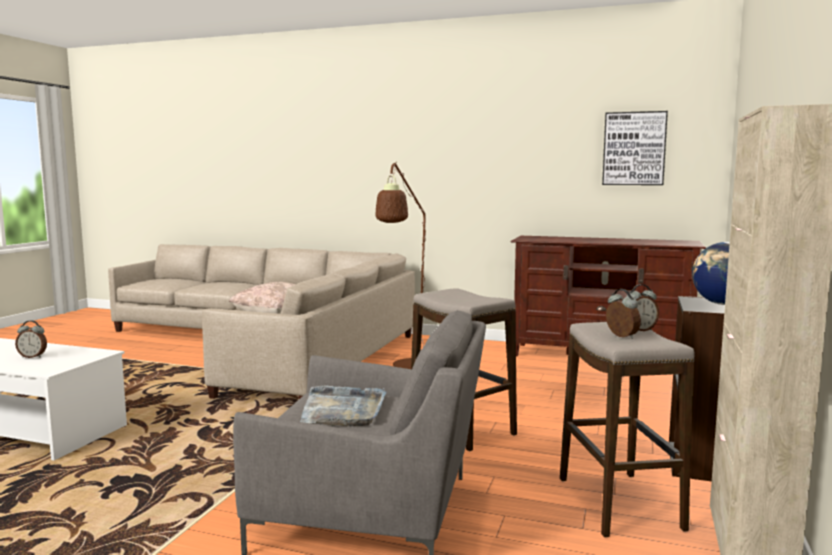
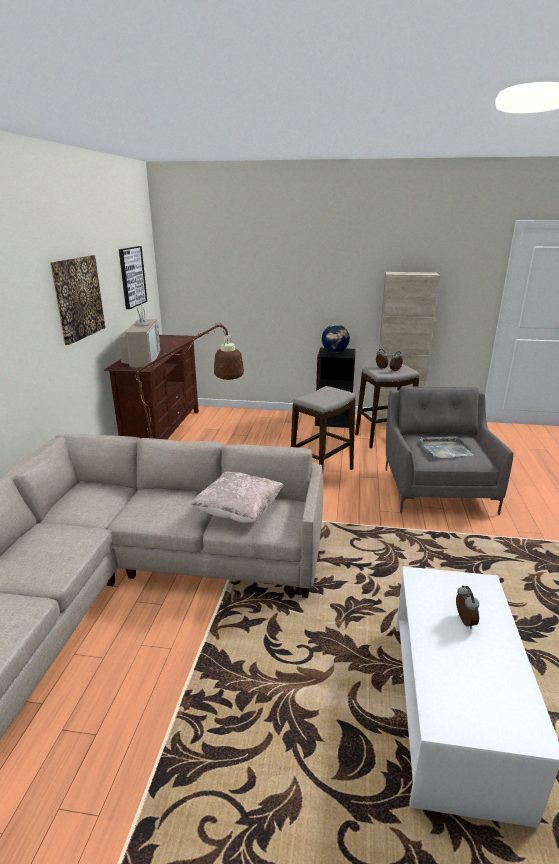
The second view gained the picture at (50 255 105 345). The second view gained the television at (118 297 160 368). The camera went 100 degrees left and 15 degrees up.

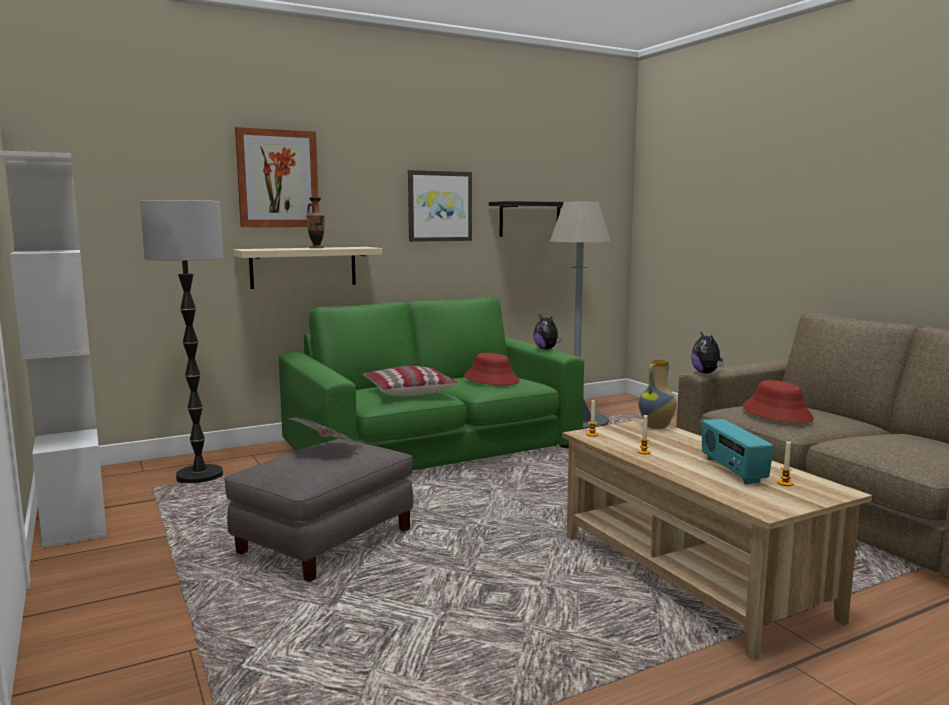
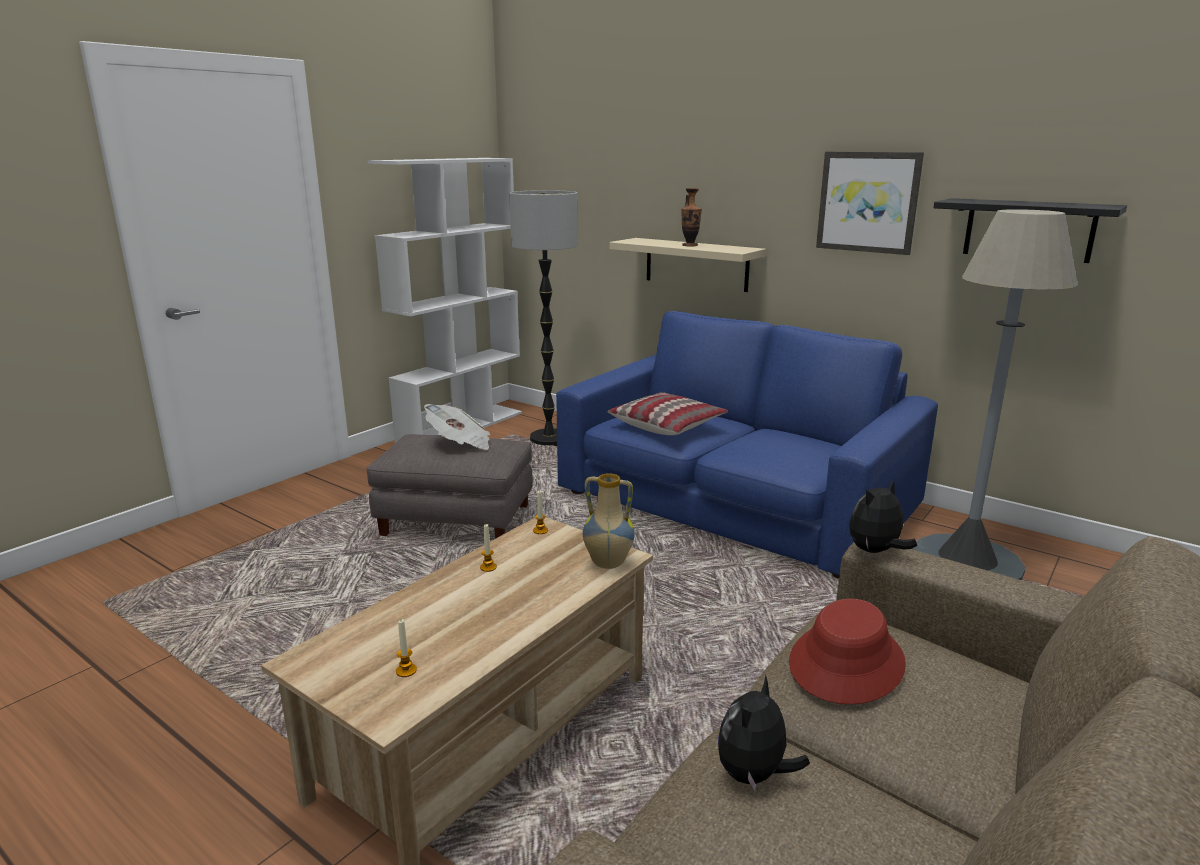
The second view lost the picture at (235 127 319 227). The second view lost the red hat at (464 353 520 385). The second view lost the radio at (702 419 774 484). The plush toy ended up elsewhere, having gone from (533 314 562 350) to (718 675 810 792). What was the green sofa at (279 297 584 470) turned into the blue sofa at (556 311 938 579). The camera went 65 degrees right and 10 degrees up.

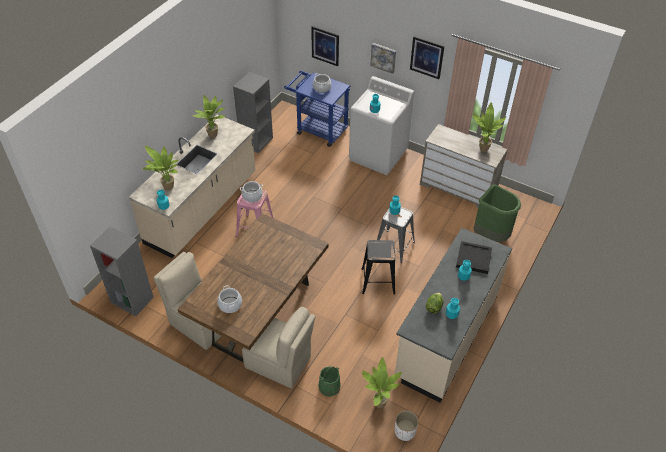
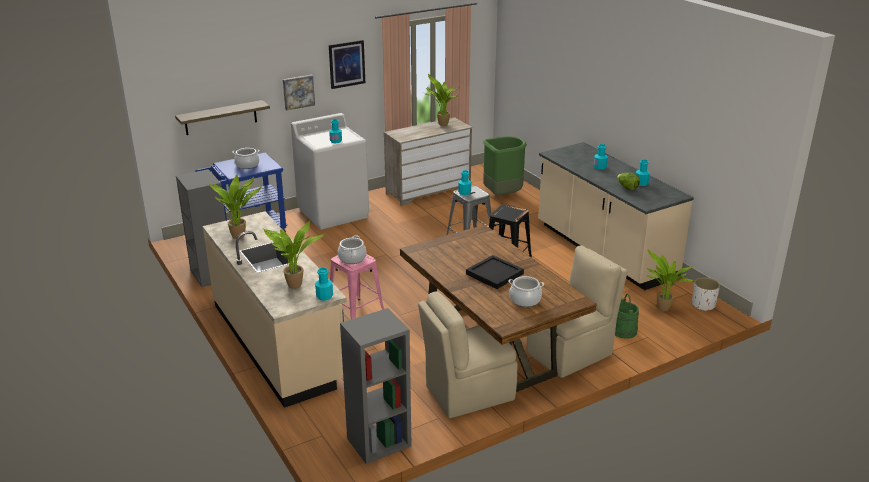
The black tray ended up elsewhere, having gone from (456 241 492 274) to (466 255 524 289). Where the picture hung at (311 26 339 66), the shelf came to hang at (175 100 270 135). The camera went 60 degrees left and 20 degrees down.

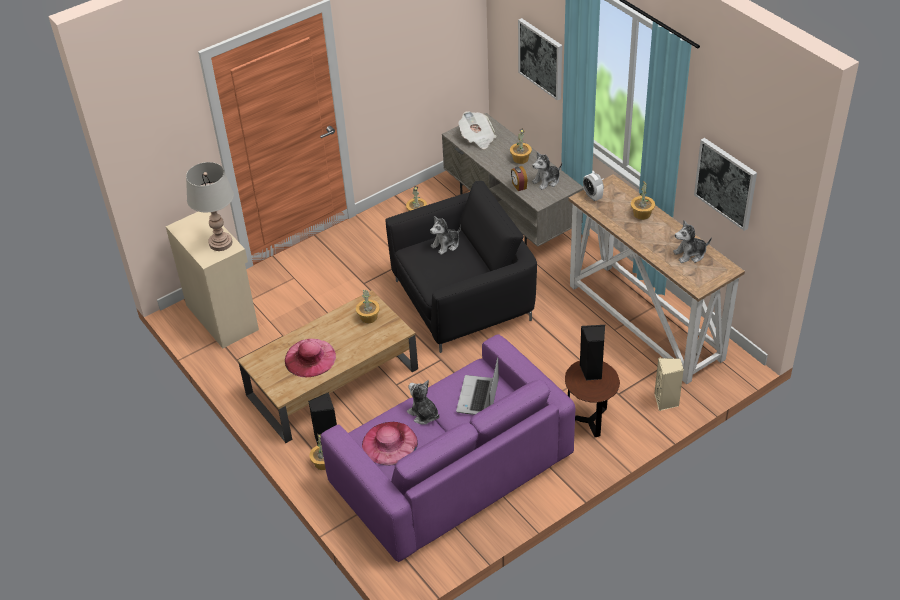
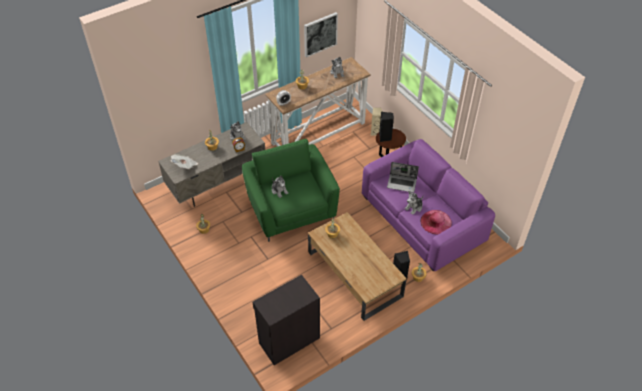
The second view lost the grey table lamp at (186 162 234 251). The second view lost the pink hat at (285 339 336 377). The second view lost the picture at (518 18 562 101). What was the beige cabinet at (166 212 259 348) turned into the black cabinet at (253 275 320 365). What was the black armchair at (386 181 537 353) turned into the green armchair at (242 139 340 242). The camera went 90 degrees left and 5 degrees up.

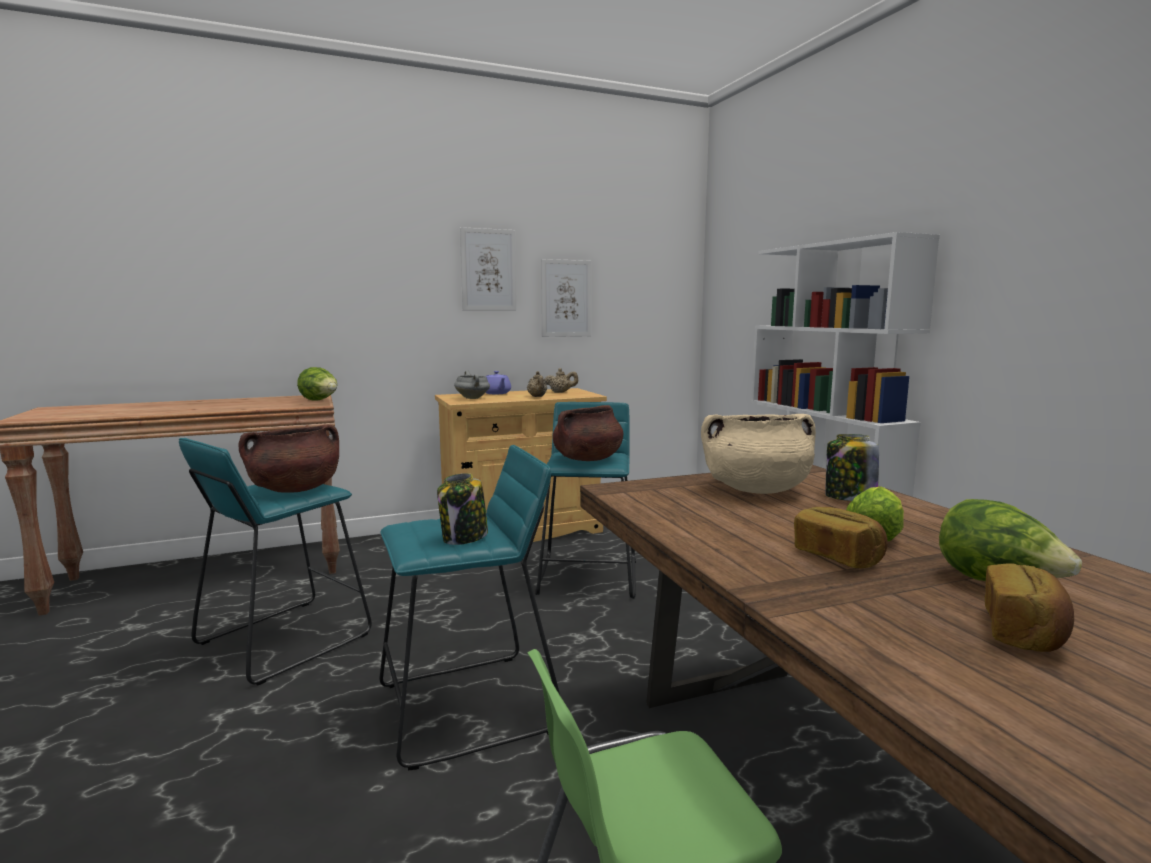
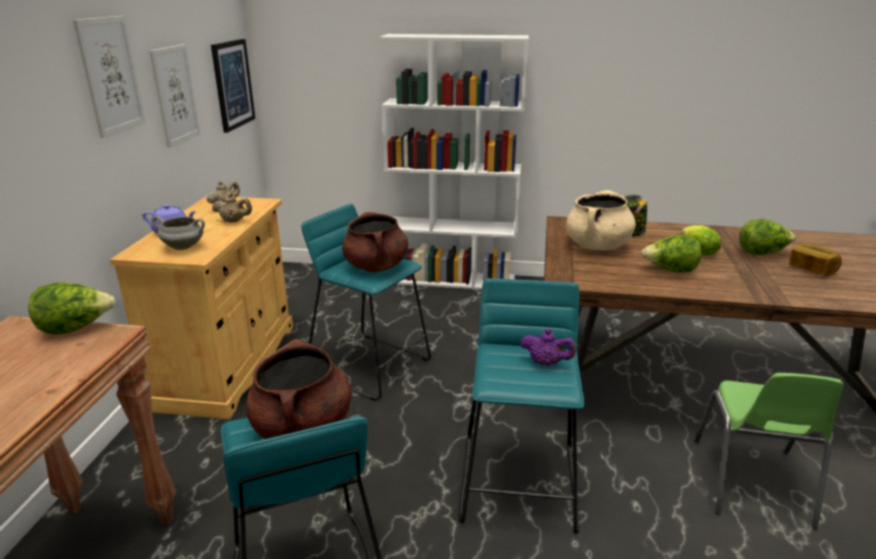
The second view lost the bread at (794 507 888 568). The second view gained the picture at (211 39 255 133). The second view gained the lettuce at (641 235 701 273). Where the jar stood at (437 473 488 545), the purple teapot came to stand at (520 328 576 366). The camera went 60 degrees left and 15 degrees up.

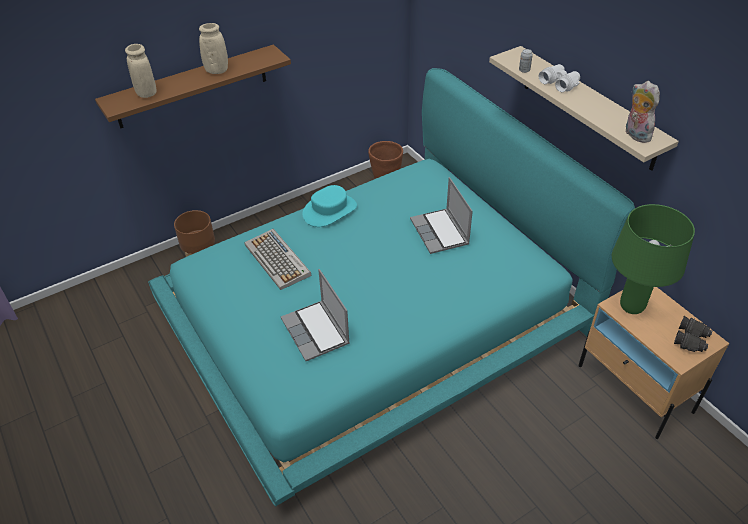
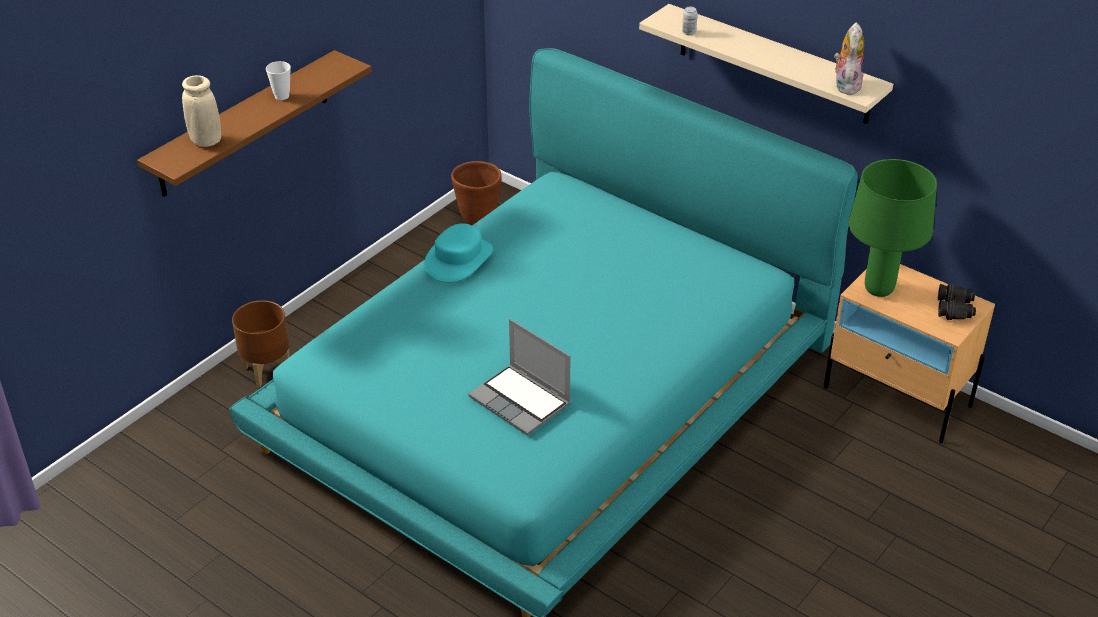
The second view lost the keyboard at (244 229 312 290). The second view lost the laptop at (410 177 473 254). The second view lost the white binoculars at (539 64 580 92). Where the beige vase stood at (199 23 228 74), the cup came to stand at (266 61 291 100). The plush toy at (626 81 660 143) ended up facing another way, 60 degrees clockwise from before. The camera went 20 degrees left and 5 degrees down.

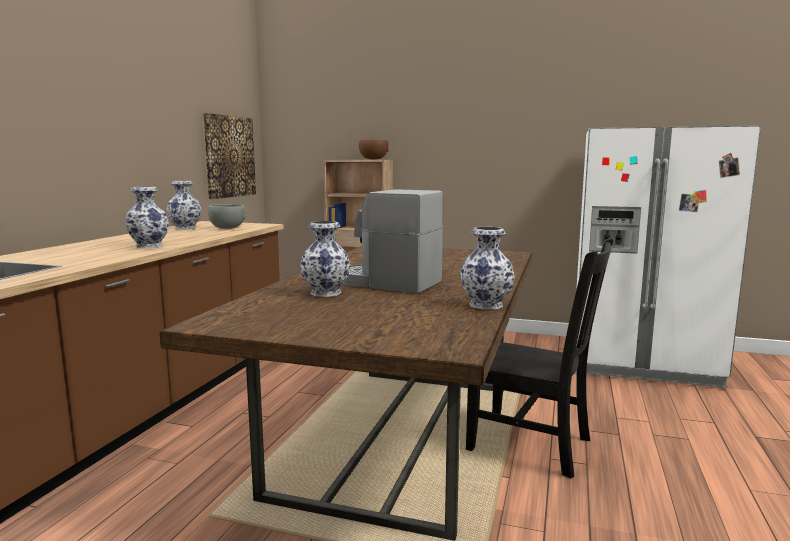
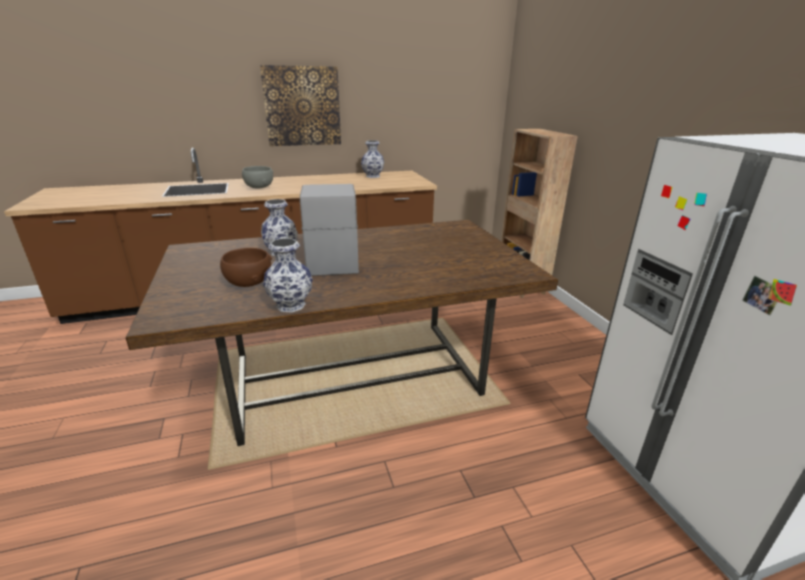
The second view lost the vase at (125 186 169 248). The second view lost the black chair at (466 238 613 479). The picture ended up elsewhere, having gone from (203 113 256 199) to (260 65 341 146). The grey bowl ended up elsewhere, having gone from (208 204 246 229) to (242 166 273 189). The brown bowl ended up elsewhere, having gone from (359 139 389 159) to (220 248 272 287). The camera went 55 degrees right and 15 degrees up.

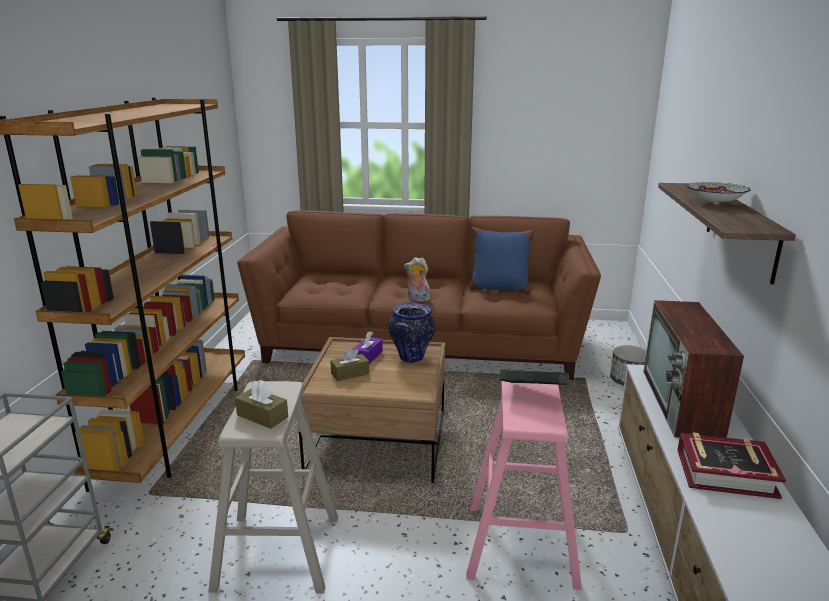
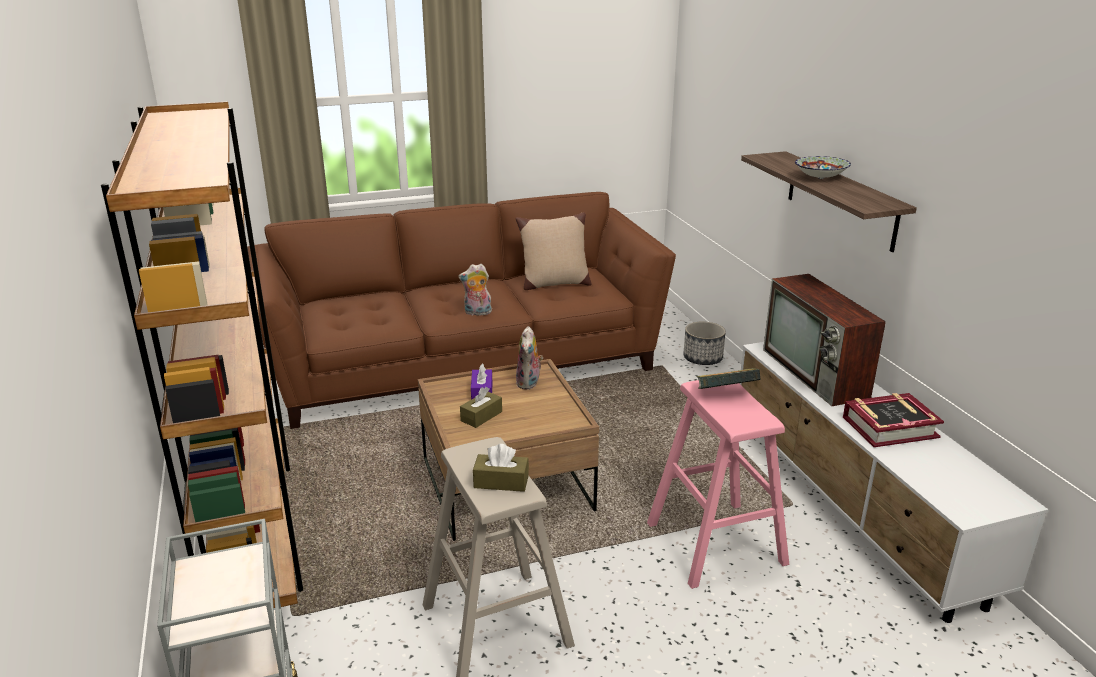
Where the vase stood at (389 302 435 363), the plush toy came to stand at (516 326 543 390). What was the blue pillow at (470 227 534 295) turned into the beige pillow at (516 212 591 290). The camera went 25 degrees left and 5 degrees up.

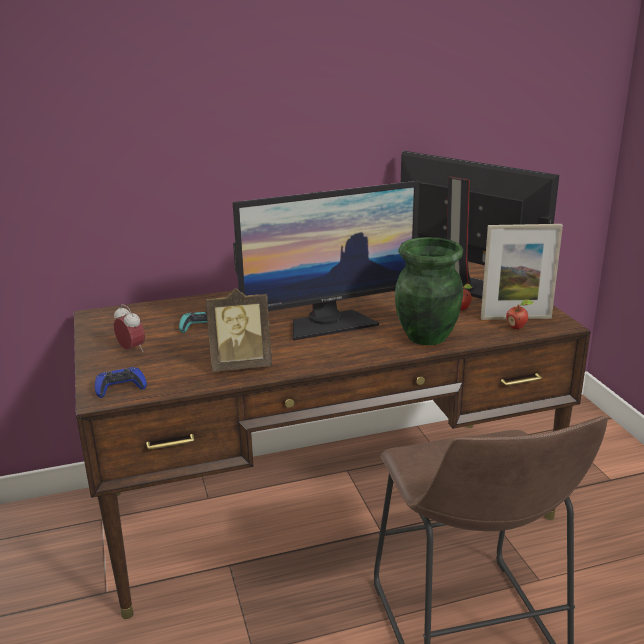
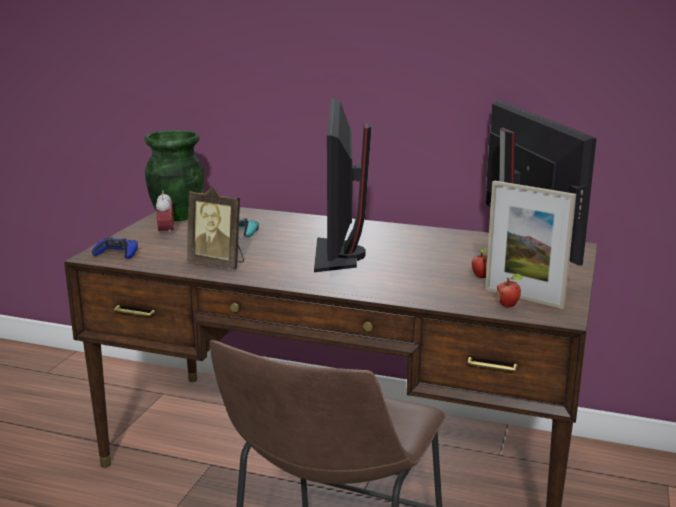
The green vase ended up elsewhere, having gone from (395 237 463 345) to (144 130 204 221). The monitor at (232 181 419 341) ended up facing another way, 75 degrees clockwise from before. The camera went 35 degrees right and 5 degrees down.

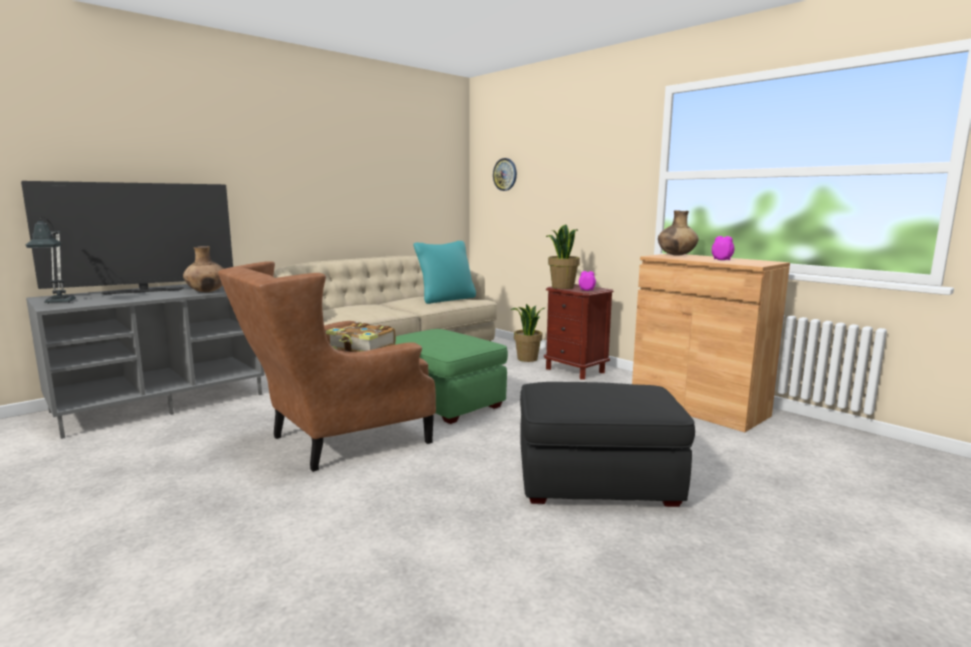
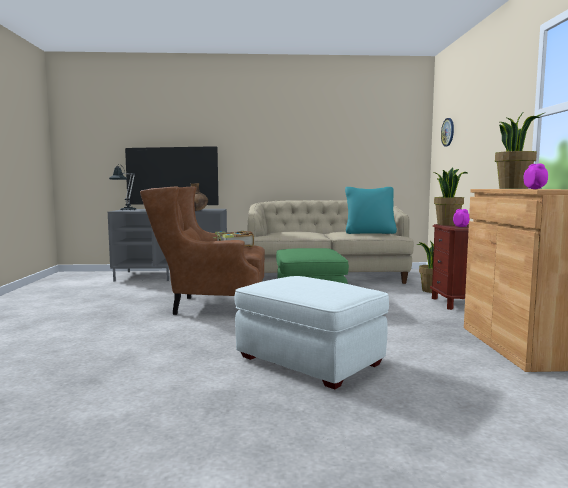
Where the brown vase stood at (658 210 699 256), the potted plant came to stand at (495 113 544 189). What was the black ottoman at (520 382 695 507) turned into the white ottoman at (234 276 389 389). The camera went 40 degrees right and 5 degrees down.

